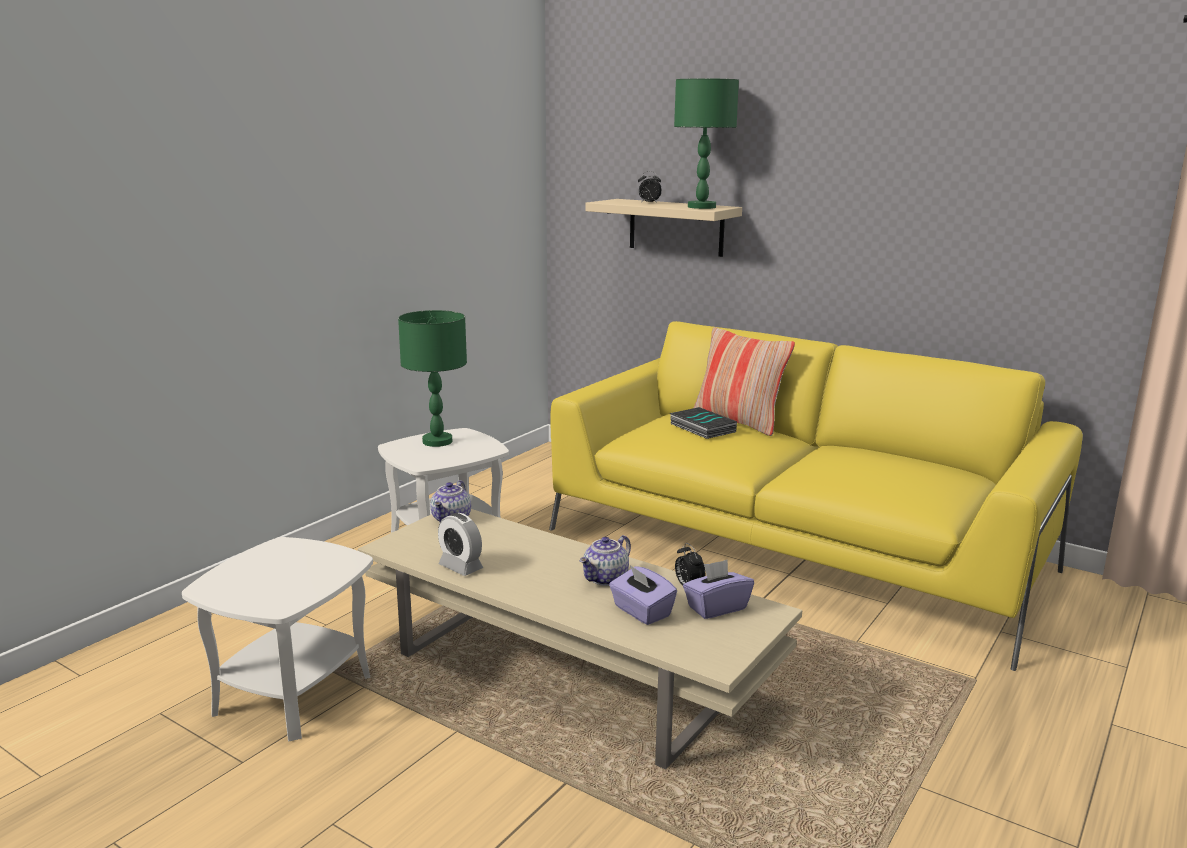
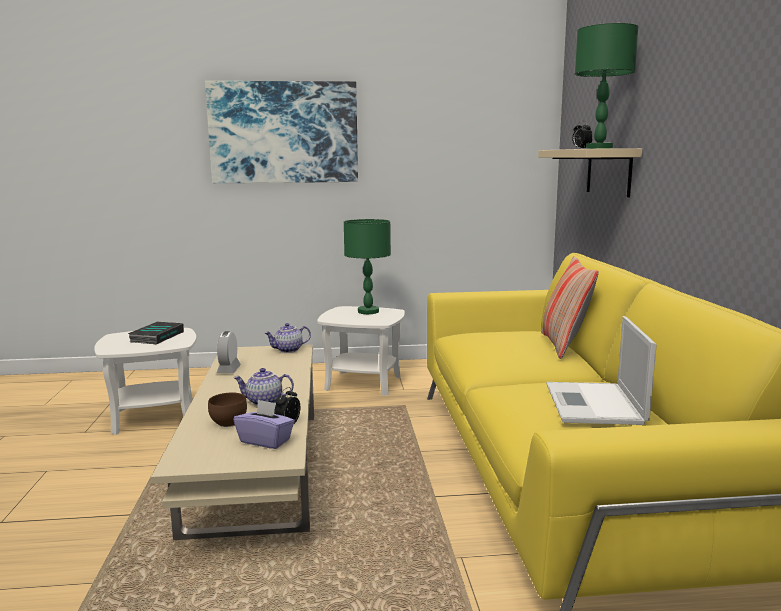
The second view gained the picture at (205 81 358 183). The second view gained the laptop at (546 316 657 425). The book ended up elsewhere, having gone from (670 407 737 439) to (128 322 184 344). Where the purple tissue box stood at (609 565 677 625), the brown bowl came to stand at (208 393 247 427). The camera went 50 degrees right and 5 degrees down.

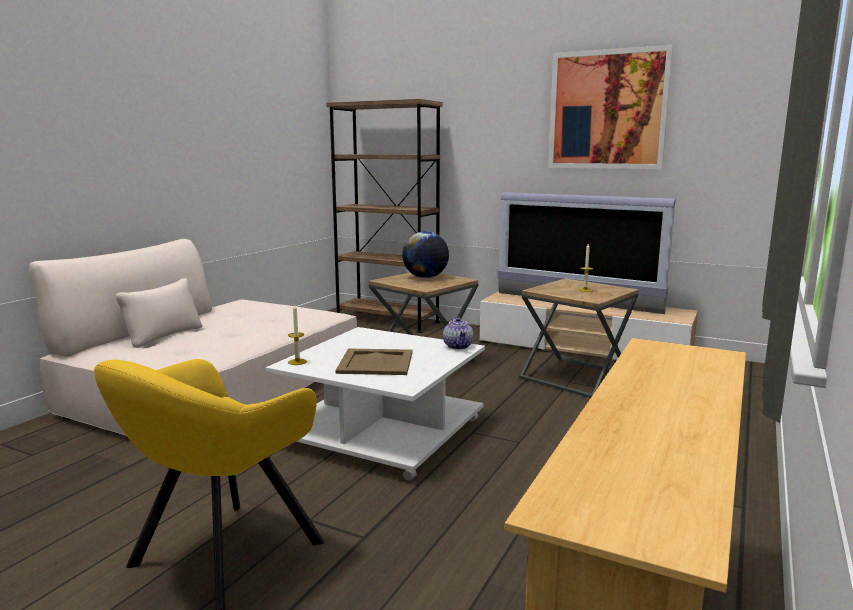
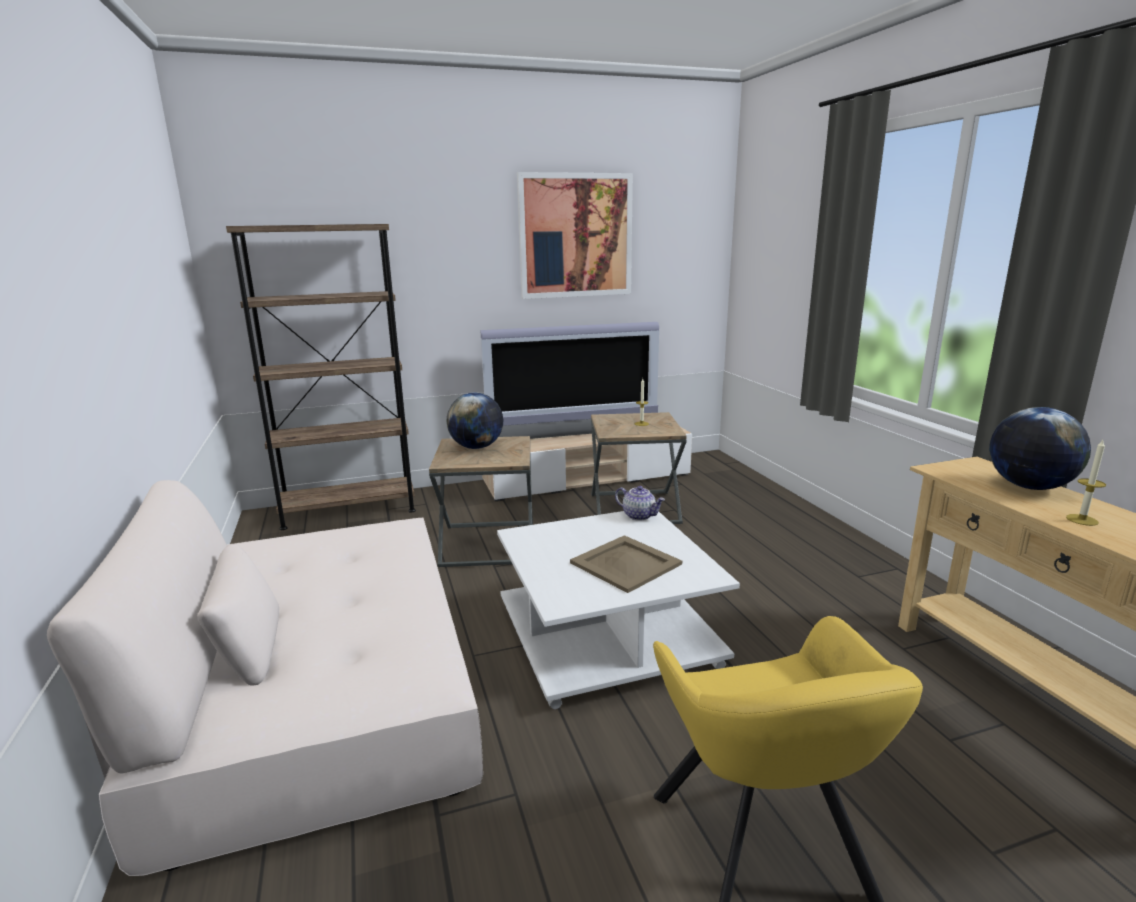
The second view gained the globe at (989 407 1091 490). The candle ended up elsewhere, having gone from (288 304 307 365) to (1066 440 1106 526). The camera went 45 degrees left and 5 degrees up.

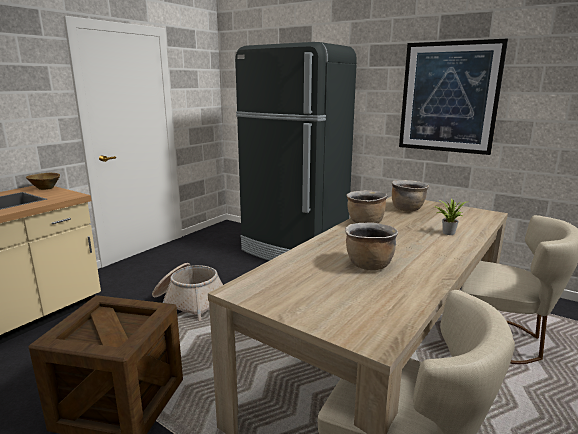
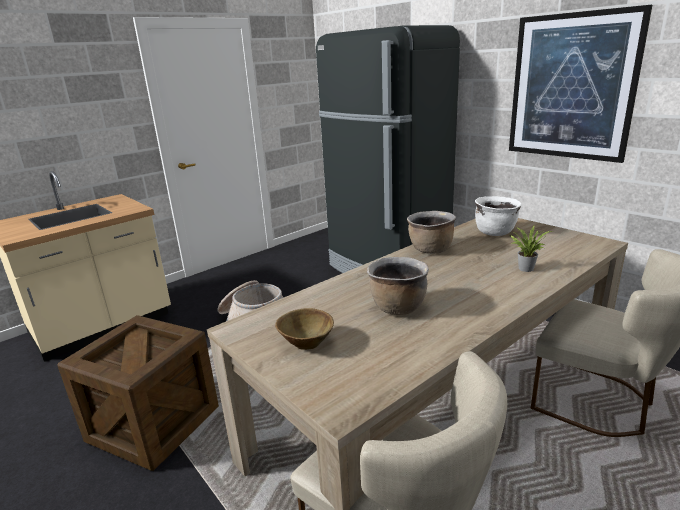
The brown bowl ended up elsewhere, having gone from (26 173 60 190) to (275 308 334 350). What was the brown cooking pot at (392 180 429 211) turned into the white cooking pot at (475 196 522 236). The camera went 15 degrees right and 5 degrees up.

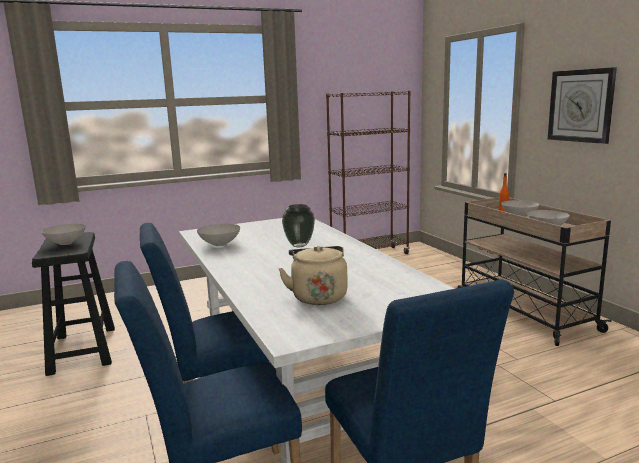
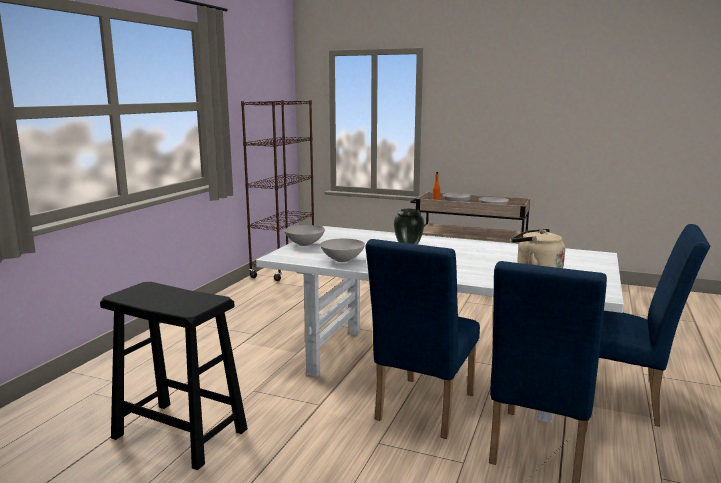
The second view lost the wall clock at (548 67 617 144). The white bowl ended up elsewhere, having gone from (41 224 86 245) to (284 225 325 246). The camera went 45 degrees left and 0 degrees up.

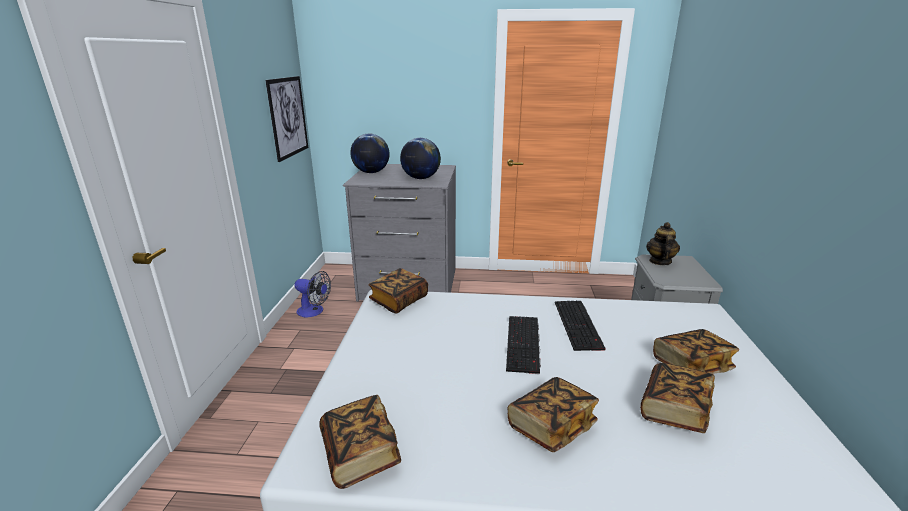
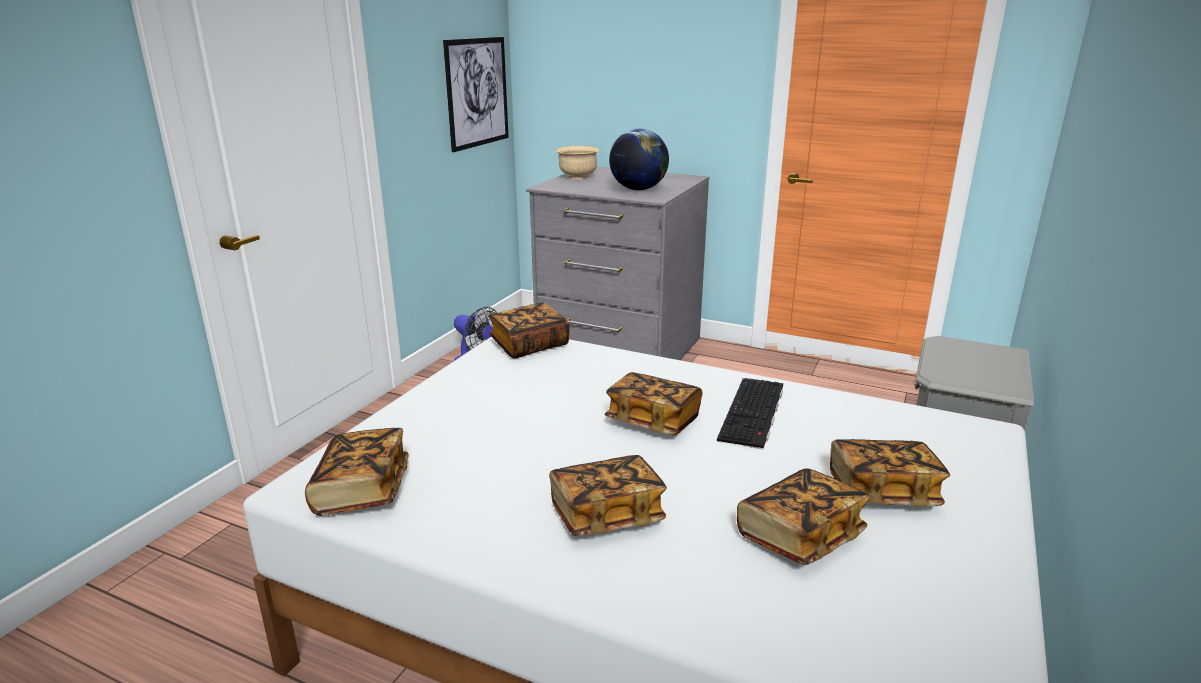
The second view lost the teapot at (646 222 680 265). Where the globe stood at (350 134 390 173), the beige bowl came to stand at (556 146 599 179). Where the keyboard stood at (506 316 541 375), the book came to stand at (605 372 702 435). The camera went 20 degrees right and 0 degrees up.

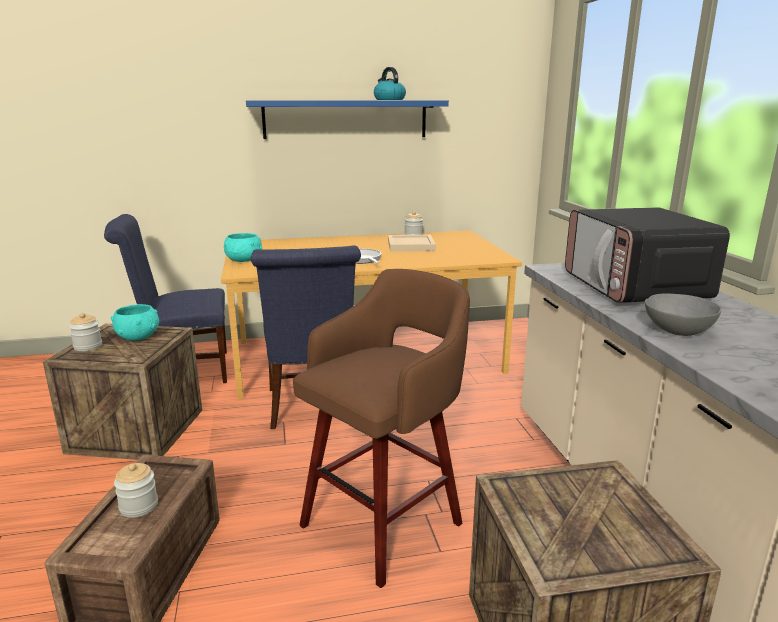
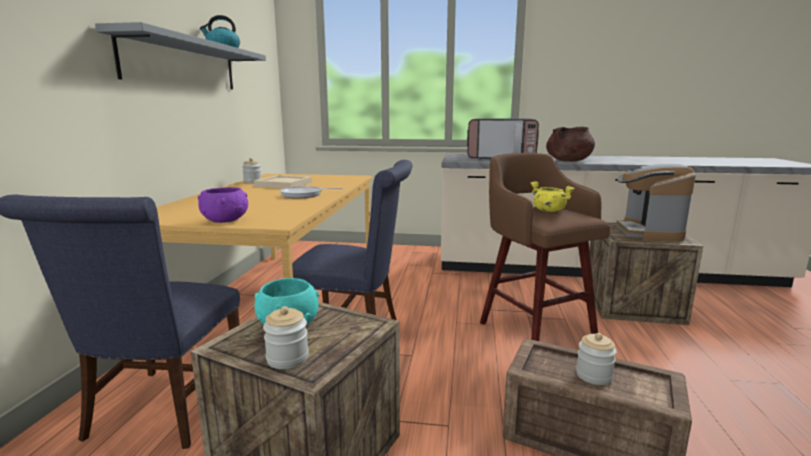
The second view gained the yellow cooking pot at (530 181 574 212). The second view gained the coffee machine at (616 164 696 241). Where the grey bowl stood at (645 294 722 336), the brown cooking pot came to stand at (546 126 595 161). What was the turquoise bowl at (224 233 262 262) turned into the purple bowl at (198 187 248 223). What was the blue shelf at (246 100 449 139) turned into the grey shelf at (95 22 266 89). The camera went 70 degrees left and 5 degrees down.

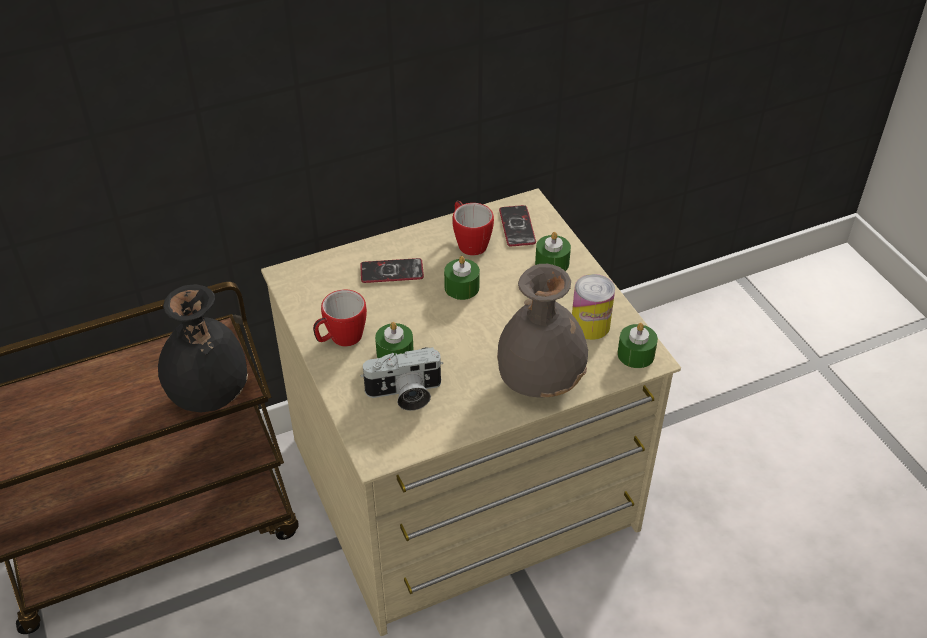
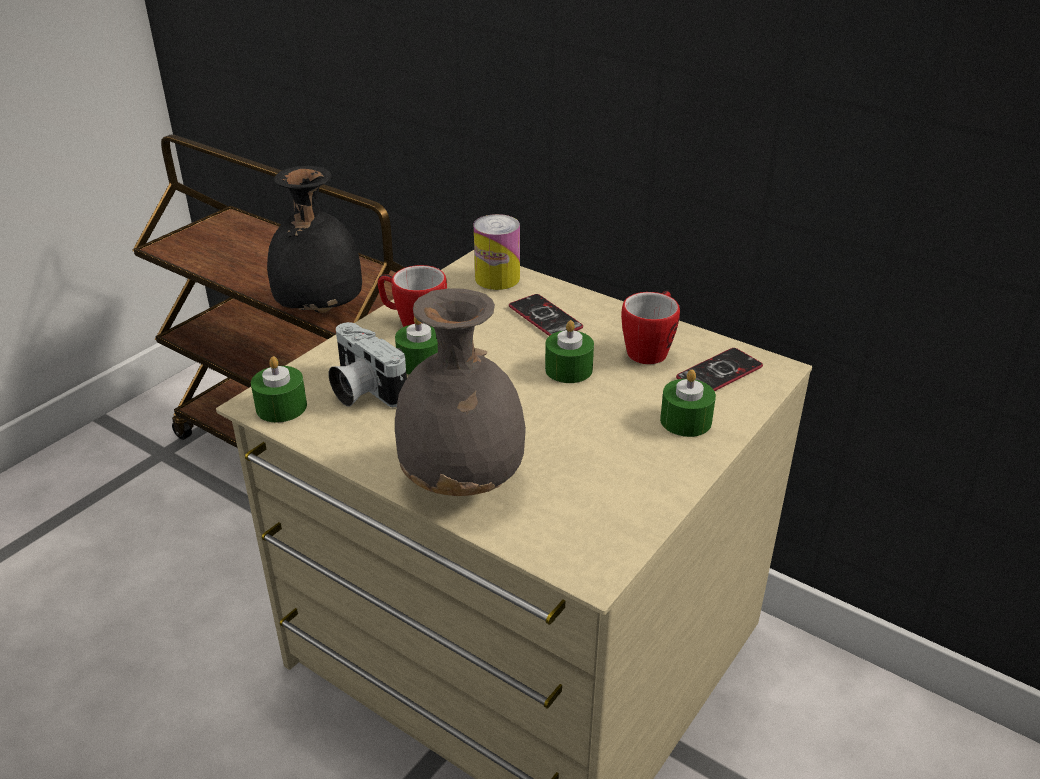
The can ended up elsewhere, having gone from (572 274 615 340) to (474 214 520 290). The green candle ended up elsewhere, having gone from (617 323 658 368) to (251 356 307 423). The camera went 60 degrees right and 10 degrees down.

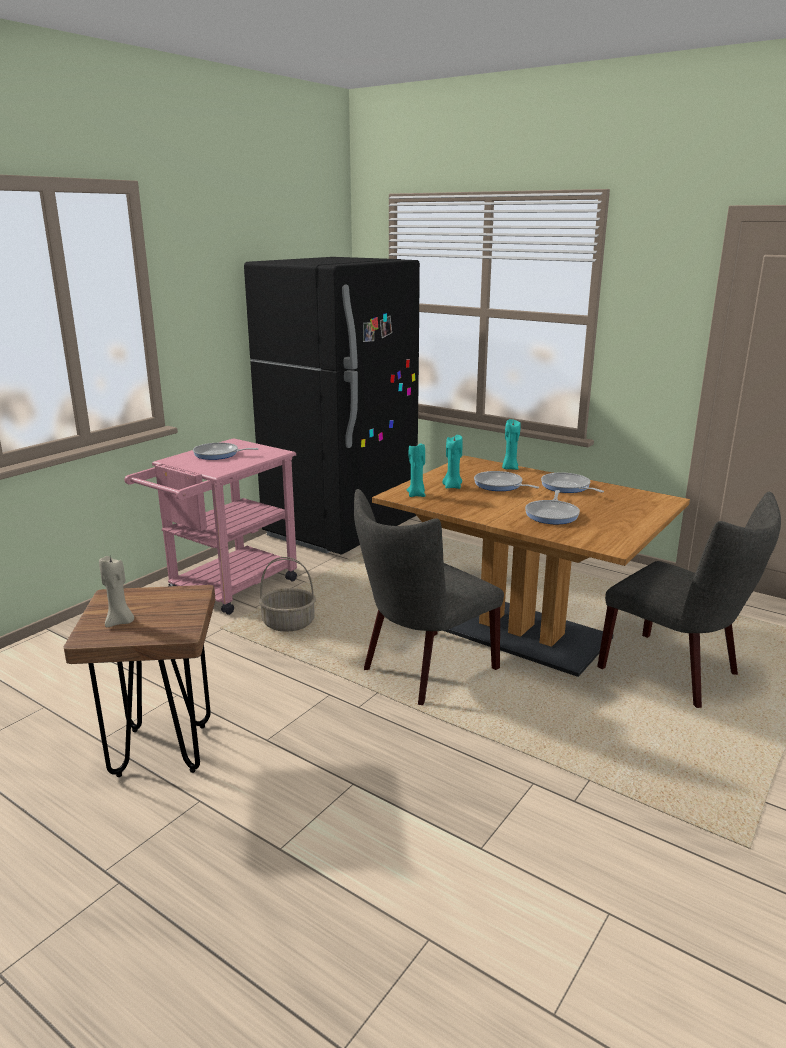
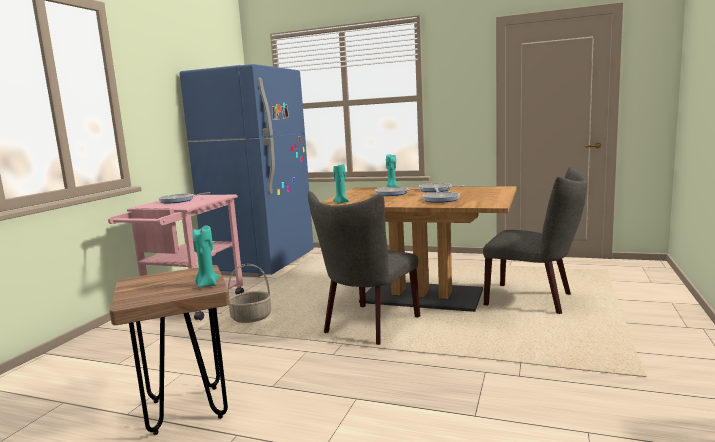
The second view lost the beige candle at (99 556 134 627). The turquoise candle ended up elsewhere, having gone from (442 435 463 489) to (193 226 219 287). What was the black fridge at (244 257 420 555) turned into the blue fridge at (180 64 314 277). The camera went 15 degrees left and 10 degrees down.

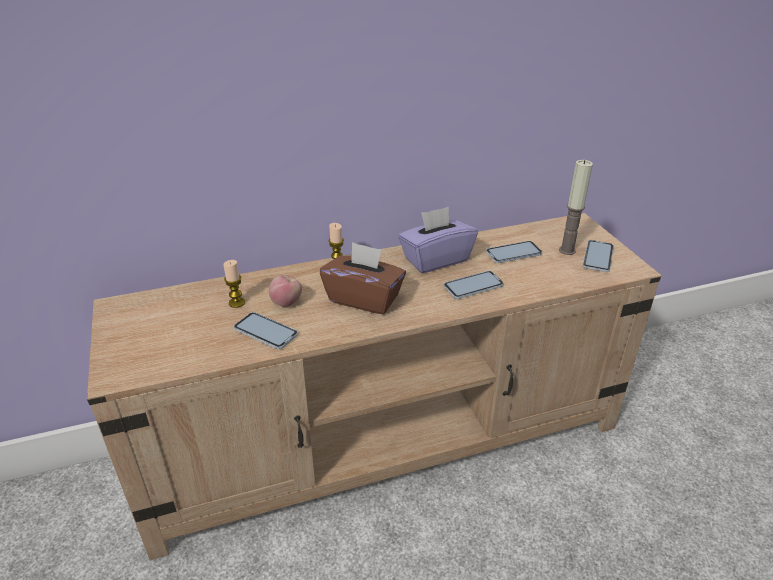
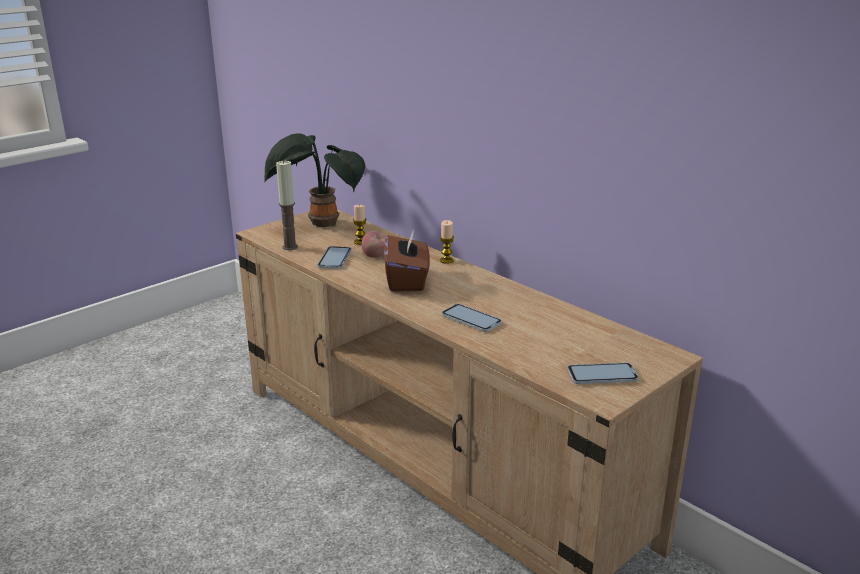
The second view lost the purple tissue box at (398 207 478 273). The second view lost the phone at (486 241 542 263). The second view gained the potted plant at (264 133 366 227). The candle ended up elsewhere, having gone from (559 160 593 255) to (276 160 298 250). The camera went 65 degrees right and 10 degrees down.

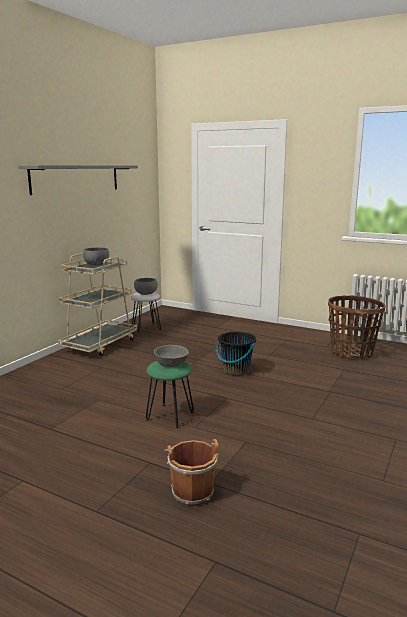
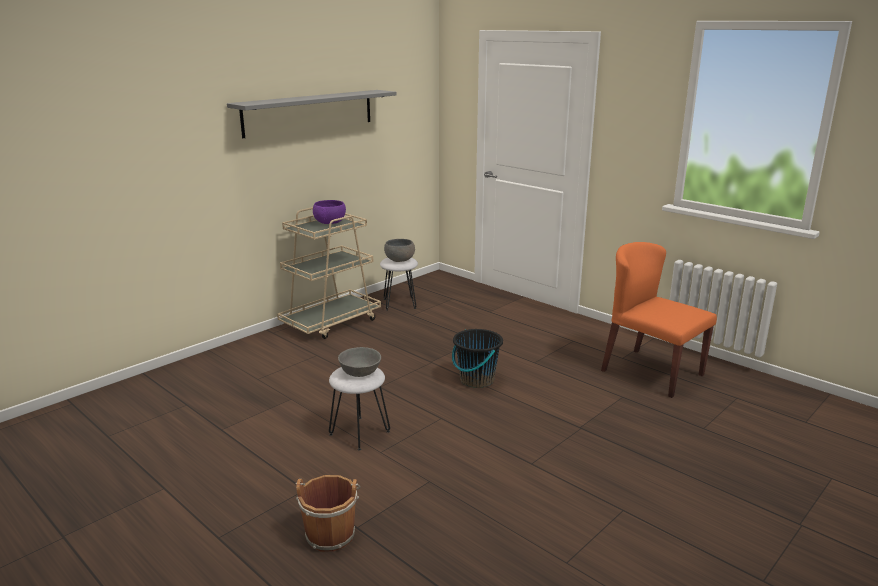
Where the basket stood at (328 295 386 359), the orange chair came to stand at (601 242 717 398). What was the grey bowl at (83 247 109 265) turned into the purple bowl at (313 200 346 224). What was the green stool at (146 361 194 428) turned into the white stool at (329 367 390 451). The camera went 15 degrees right and 5 degrees up.

